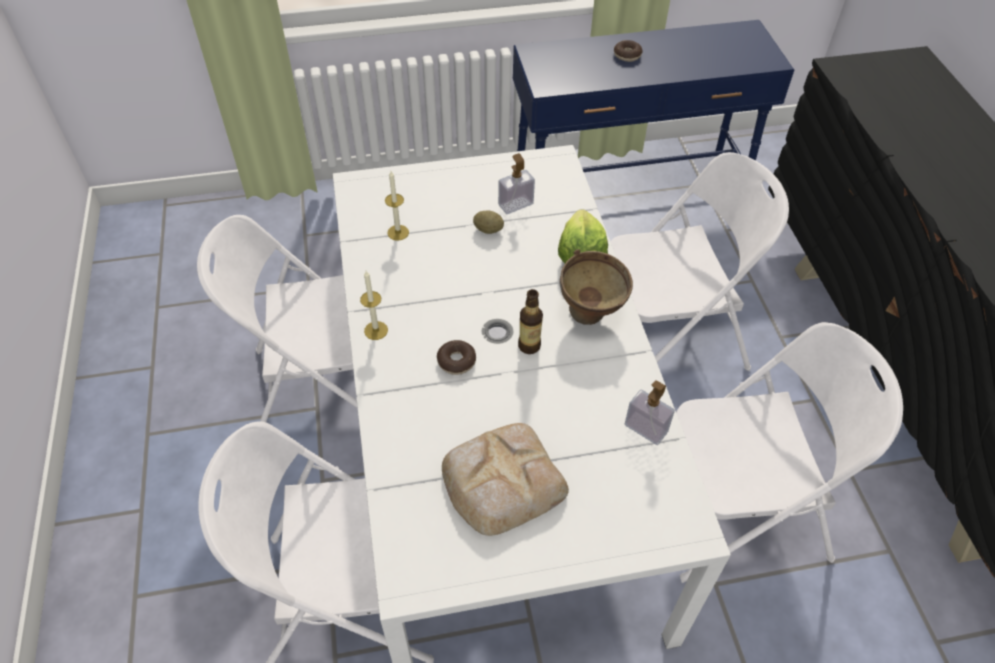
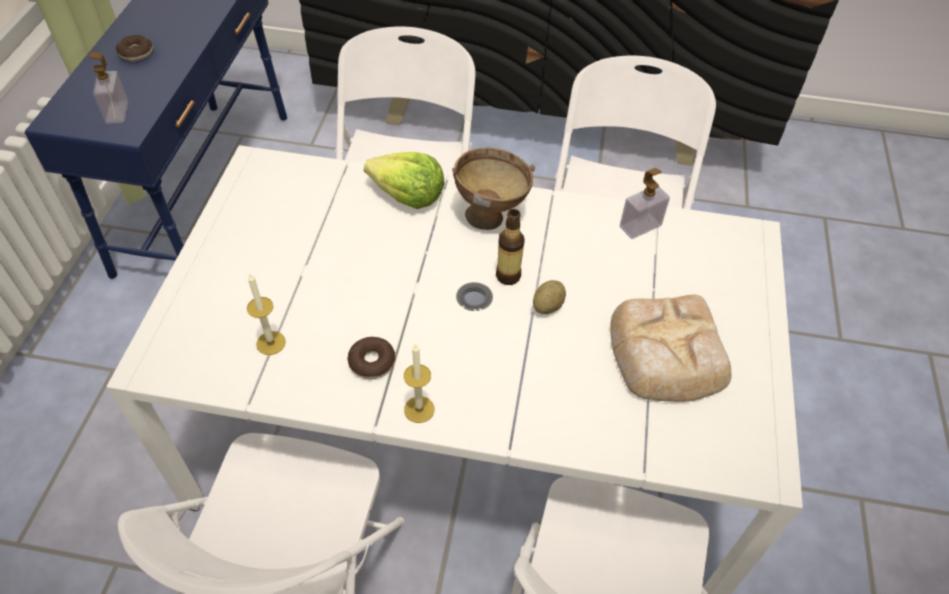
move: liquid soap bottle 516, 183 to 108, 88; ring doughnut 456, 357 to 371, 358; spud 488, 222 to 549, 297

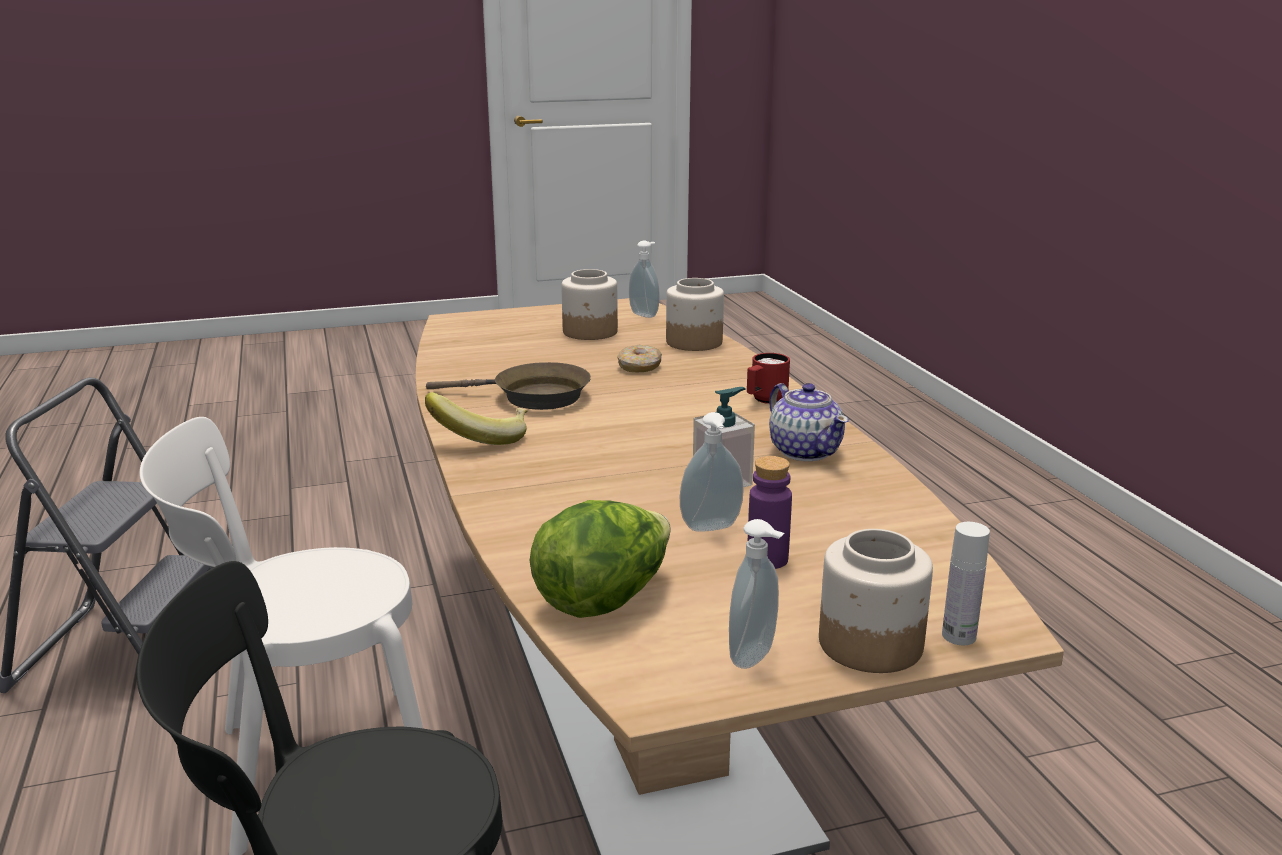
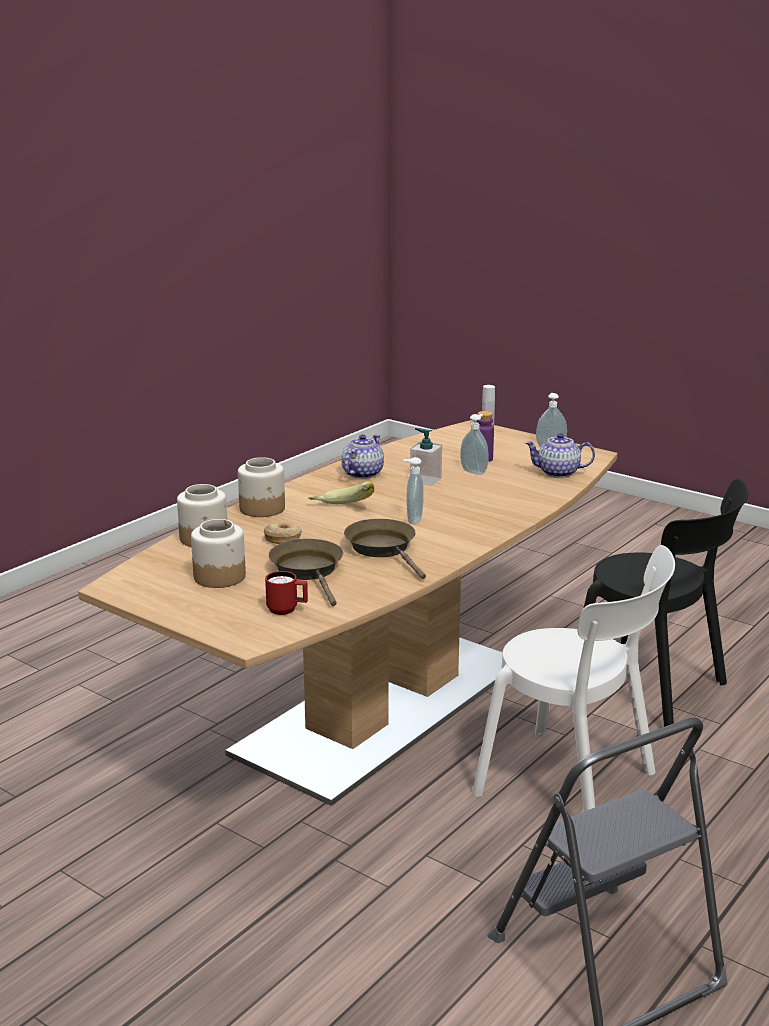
insert: brown frying pan 306, 572
move: storage jar 876, 601 to 261, 487; red-coloured mug 768, 378 to 286, 593; whole banana 476, 418 to 341, 493; liquid soap bottle 644, 279 to 413, 491
replace: lettuce 600, 559 to pot for tea 560, 455

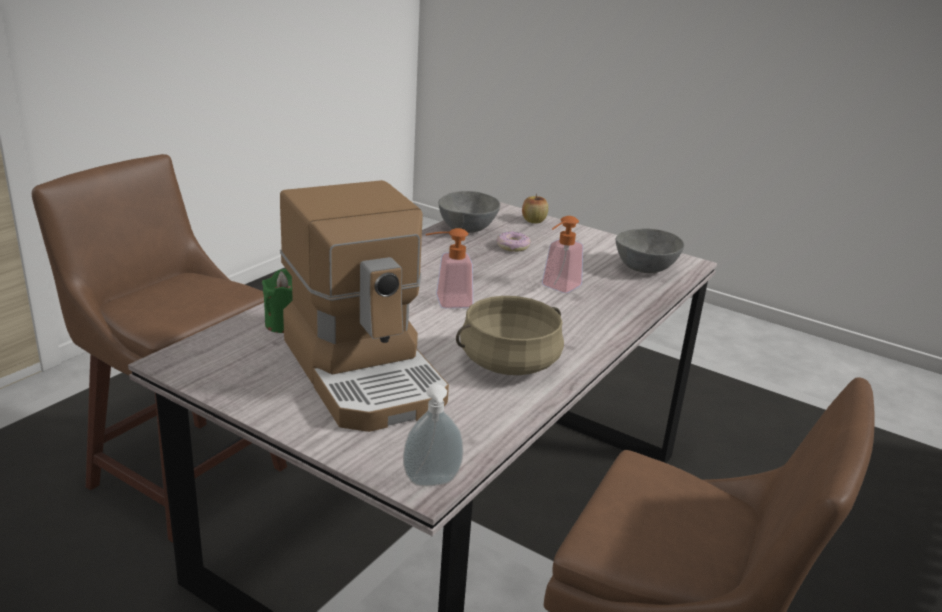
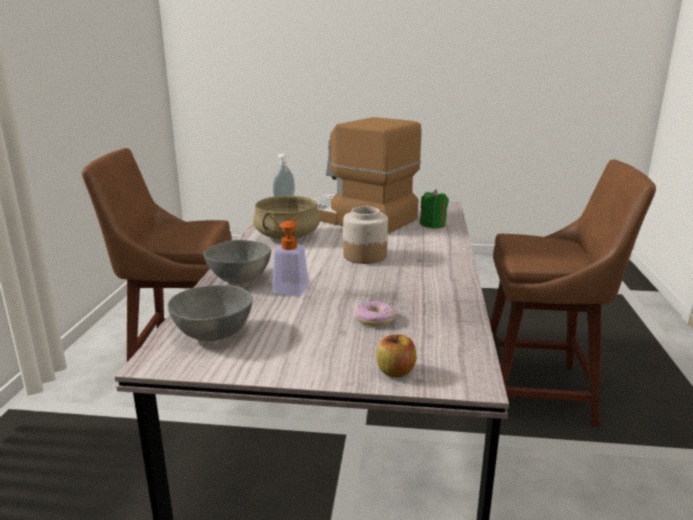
move: gray deep dish 469, 212 to 237, 262
replace: liquid soap bottle 449, 268 to storage jar 365, 235

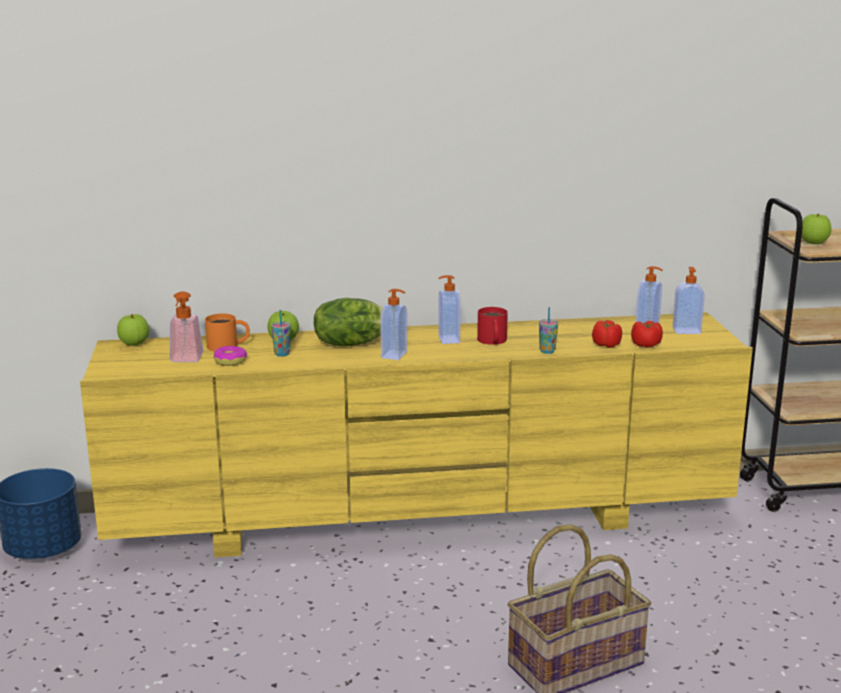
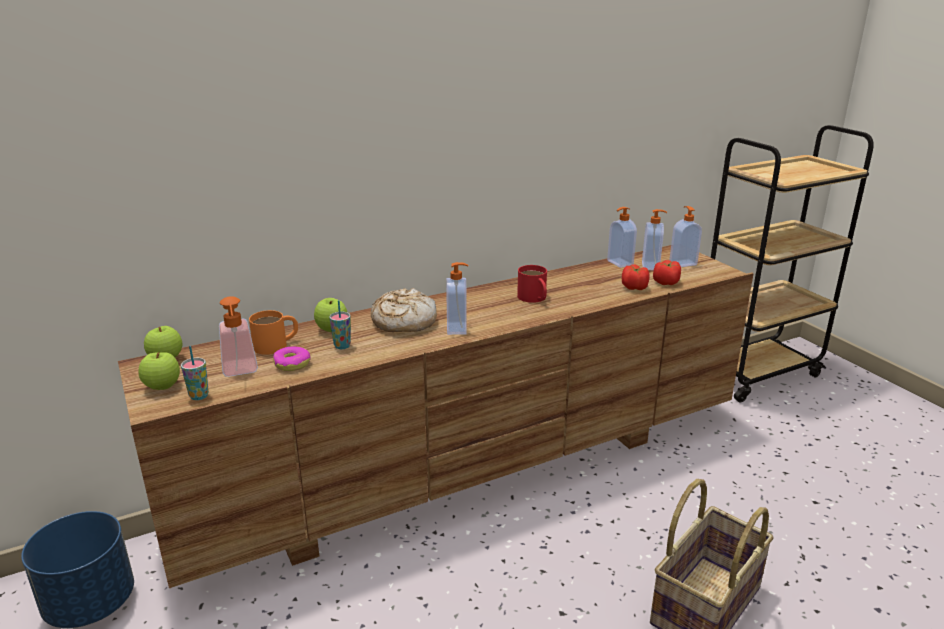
move: apple 816, 229 to 159, 371; cup 548, 330 to 195, 373; liquid soap bottle 449, 309 to 622, 237
replace: lettuce 348, 322 to bread 404, 310
recolor: yellow cupboard 416, 435 to brown cupboard 436, 416

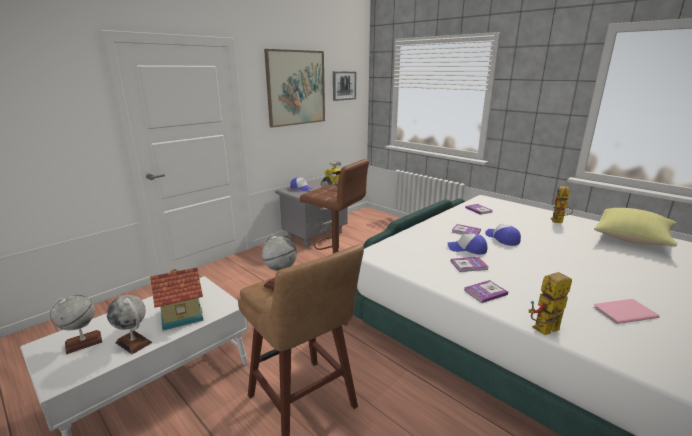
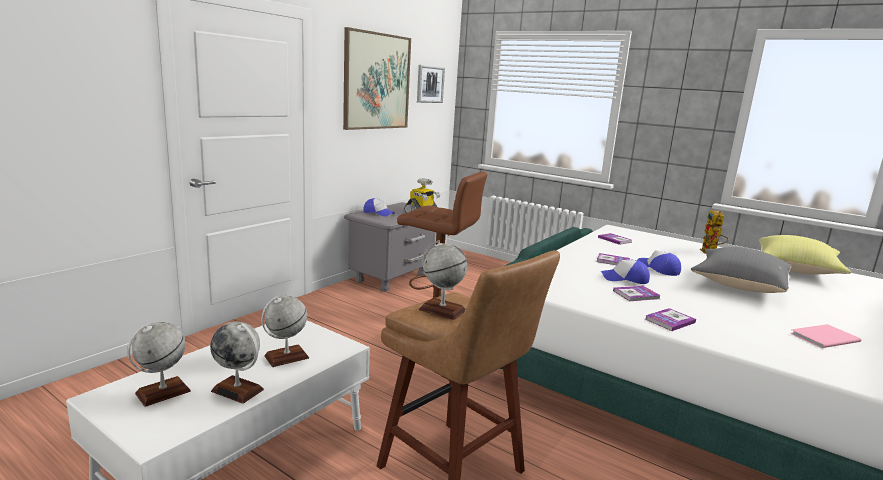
delete: robot figure 550, 303
insert: gray pillow 741, 270
replace: model house 176, 298 to world globe 285, 331

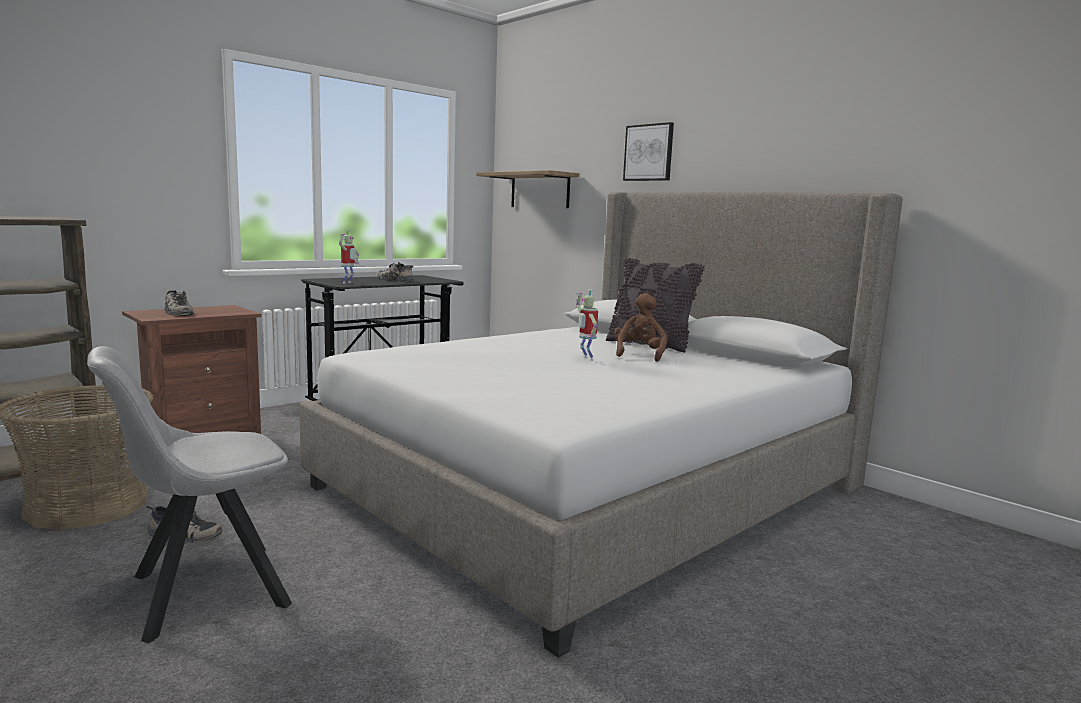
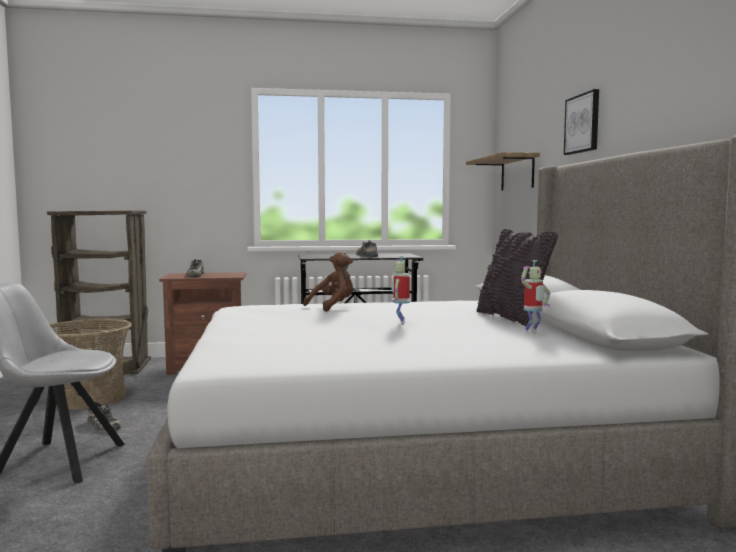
move: brown plush toy 640, 327 to 328, 282; robot figure 349, 256 to 535, 296

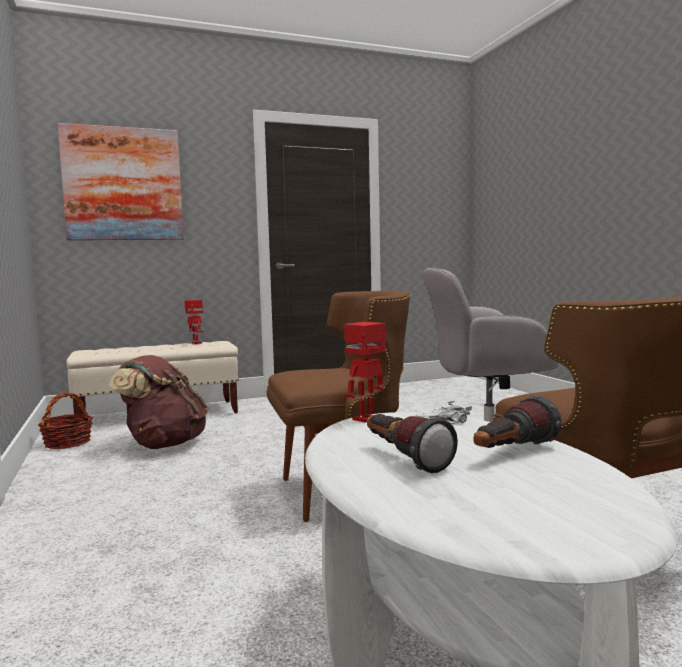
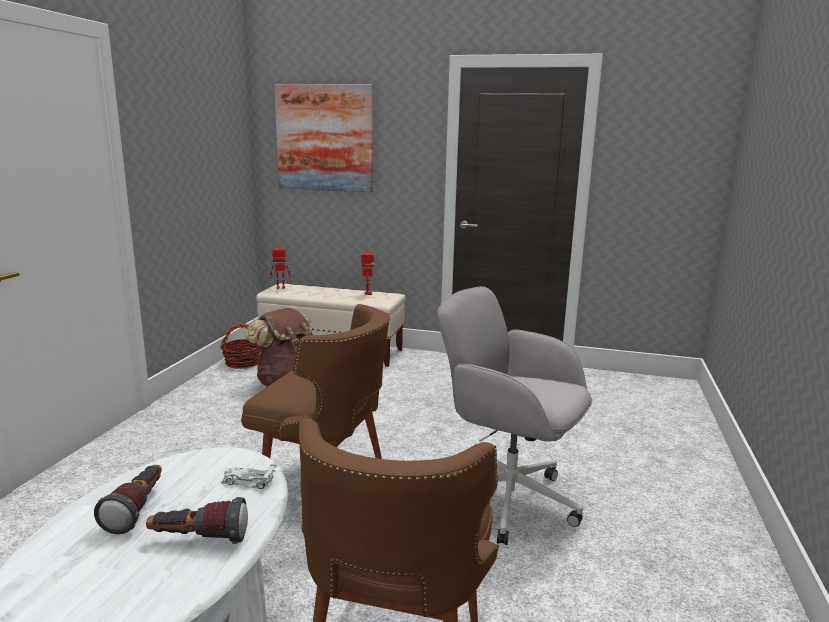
move: robot figure 364, 372 to 280, 268

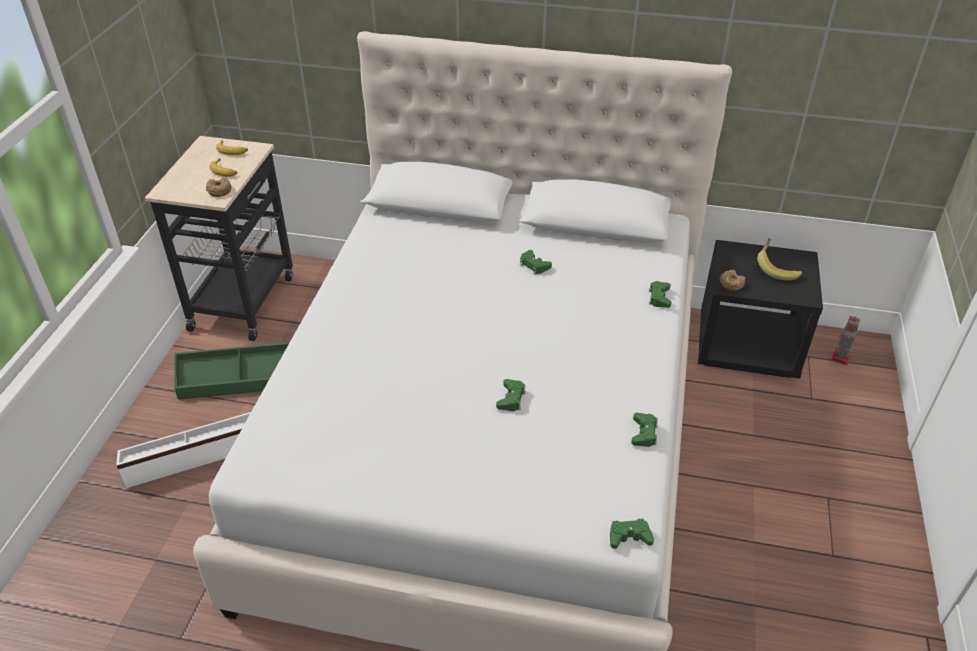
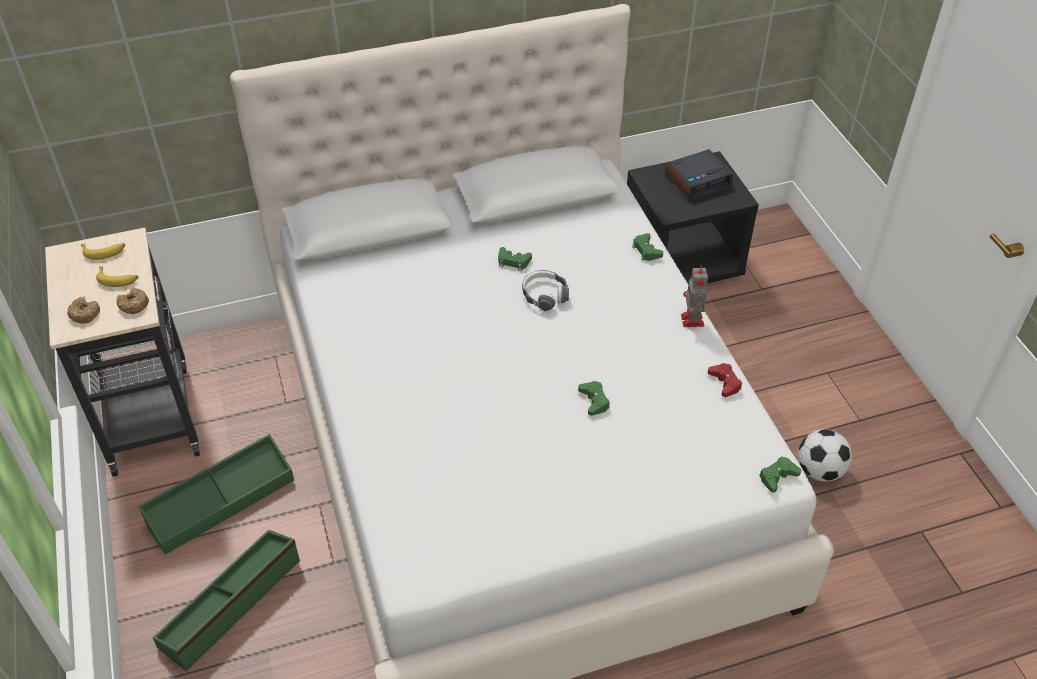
insert: headphones 545, 290; football 825, 455
move: ring doughnut 732, 280 to 83, 310; robot figure 845, 340 to 694, 296
replace: whole banana 779, 259 to alarm clock 699, 175
recolor: white storage container 183, 450 to green storage container 226, 600; green game controller 644, 430 to red-coloured game controller 725, 380

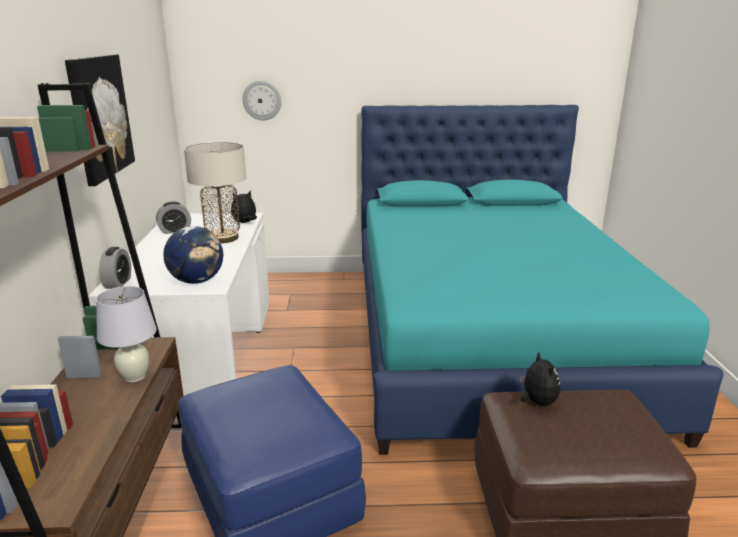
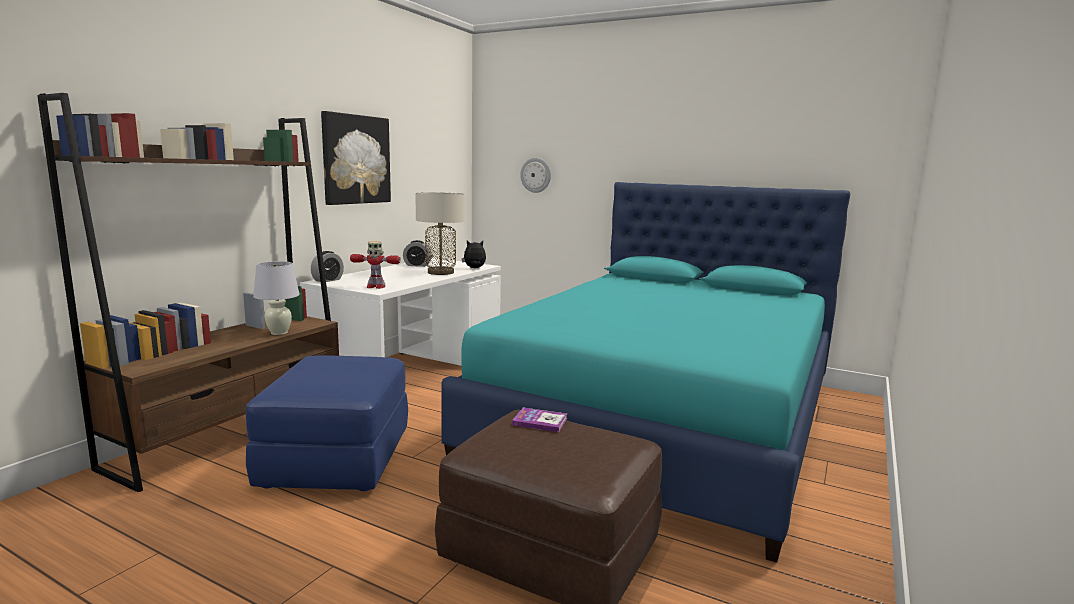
replace: world globe 193, 255 to robot figure 375, 265; plush toy 540, 379 to bound book 539, 419

